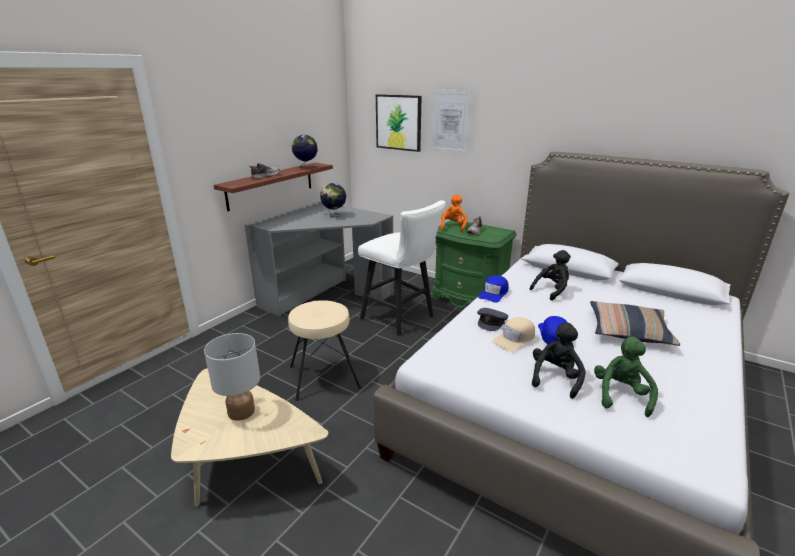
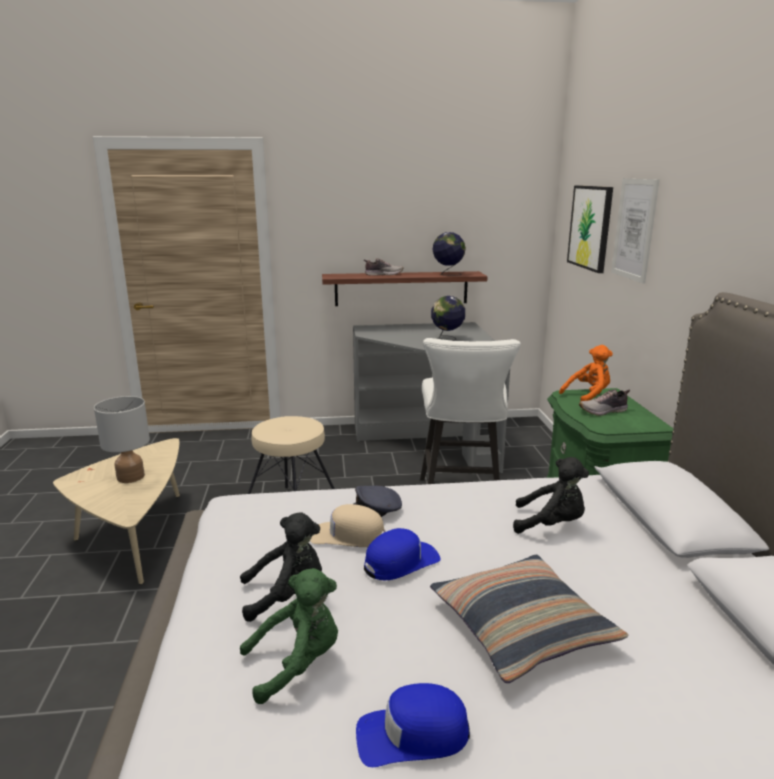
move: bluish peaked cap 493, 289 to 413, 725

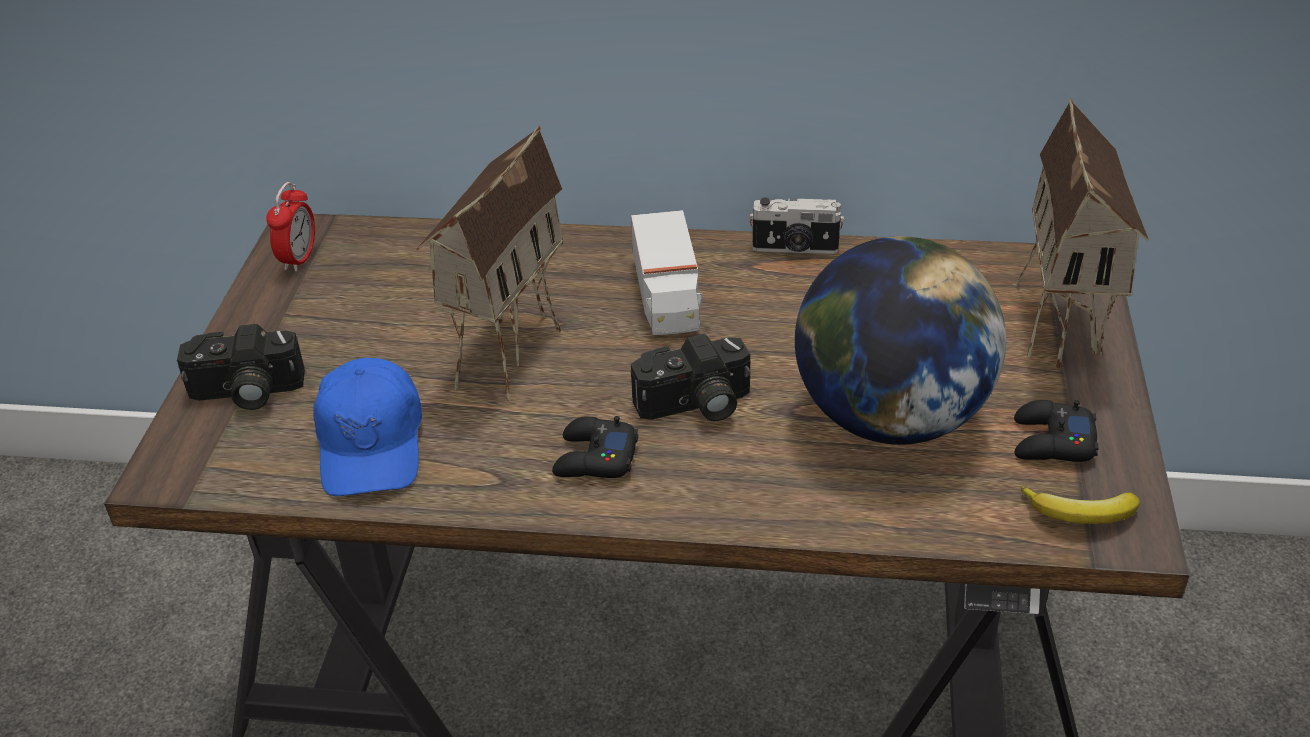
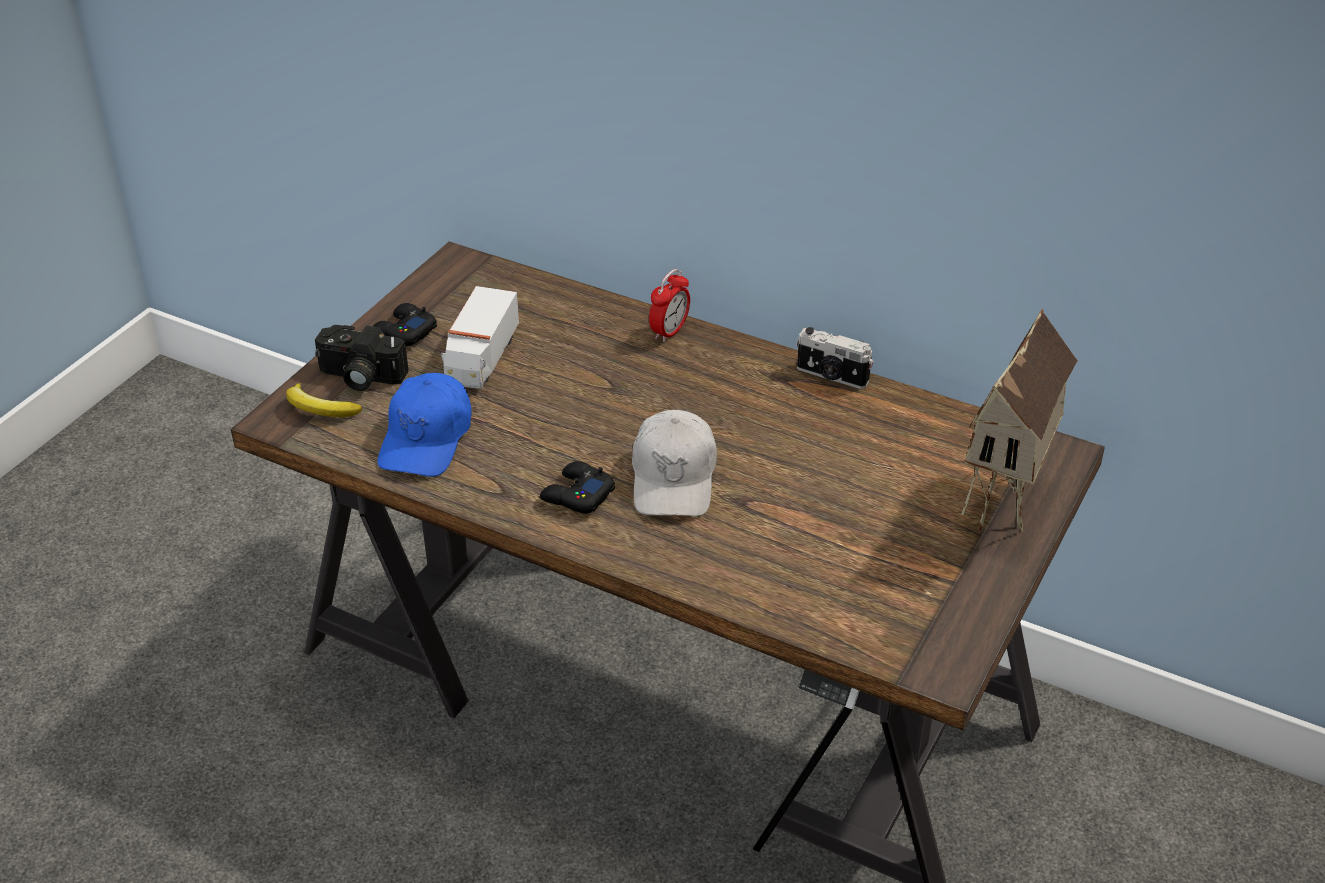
delete: model house 489, 264; world globe 900, 340
move: whole banana 1079, 505 to 324, 400; black-coloured game controller 1056, 431 to 405, 324; toy truck 667, 272 to 480, 337; alarm clock 290, 227 to 669, 306
replace: still camera 691, 377 to white peaked cap 674, 463

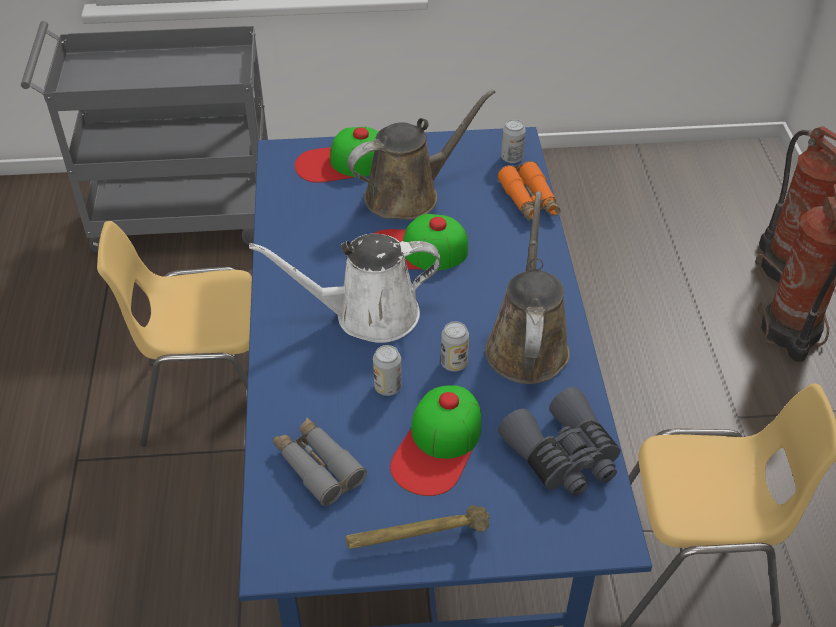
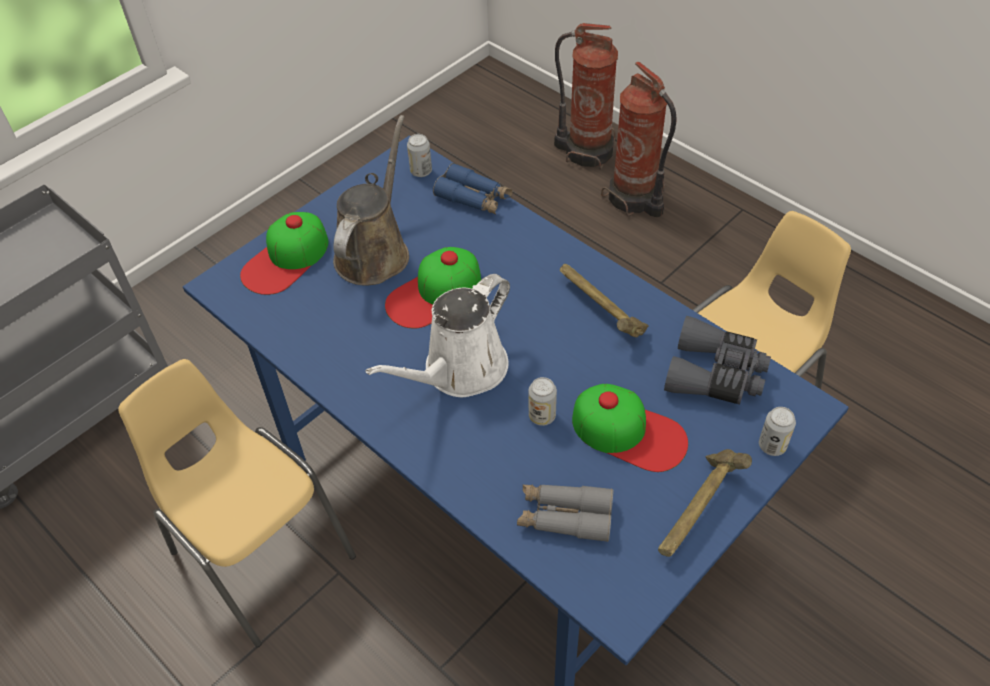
move: can 455, 346 to 777, 431
replace: brown watering can 527, 287 to hammer 604, 301
recolor: orangey field glasses 529, 191 to bluish field glasses 472, 188
rotate: yellow plain chair 174, 333 = 237, 503 90 degrees clockwise; peaked cap 435, 440 = 630, 428 45 degrees counterclockwise

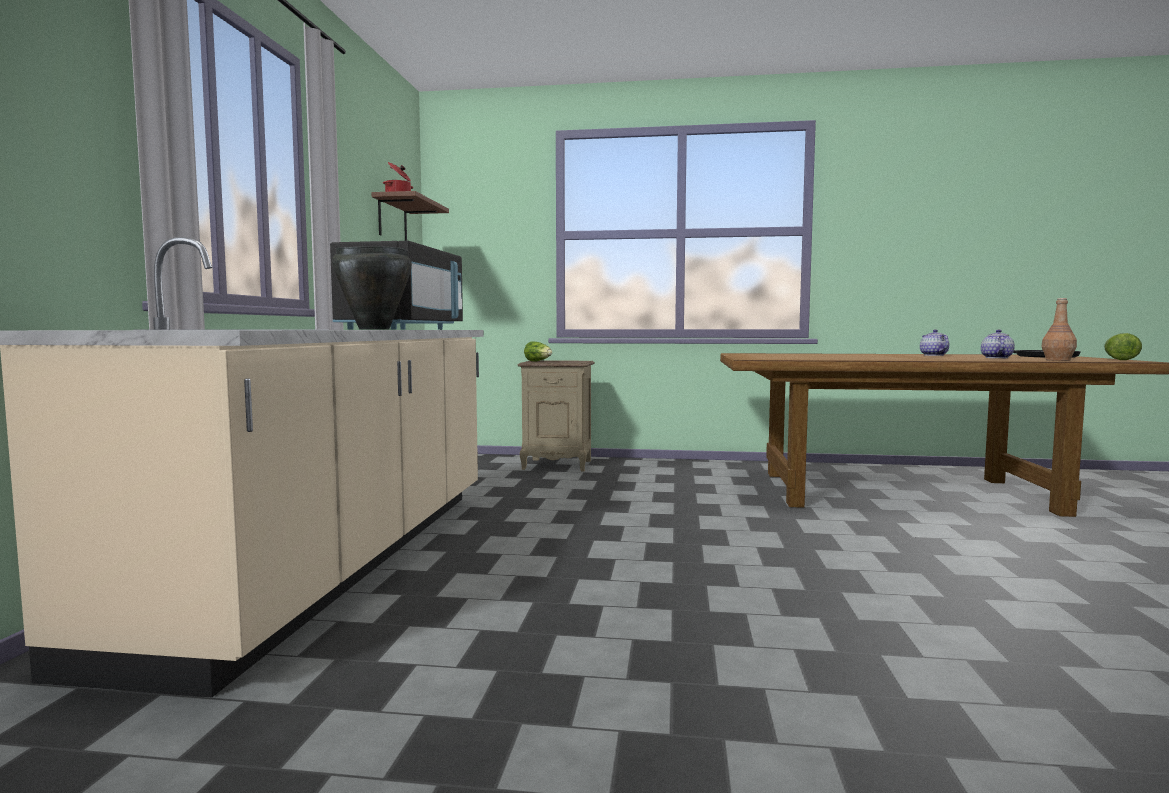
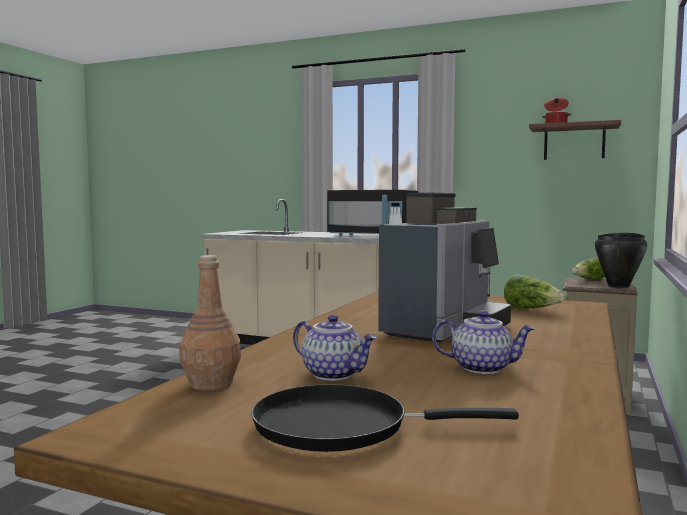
insert: coffee maker 444, 268
move: lettuce 1123, 346 to 534, 291; black-coloured cooking pot 372, 288 to 621, 260

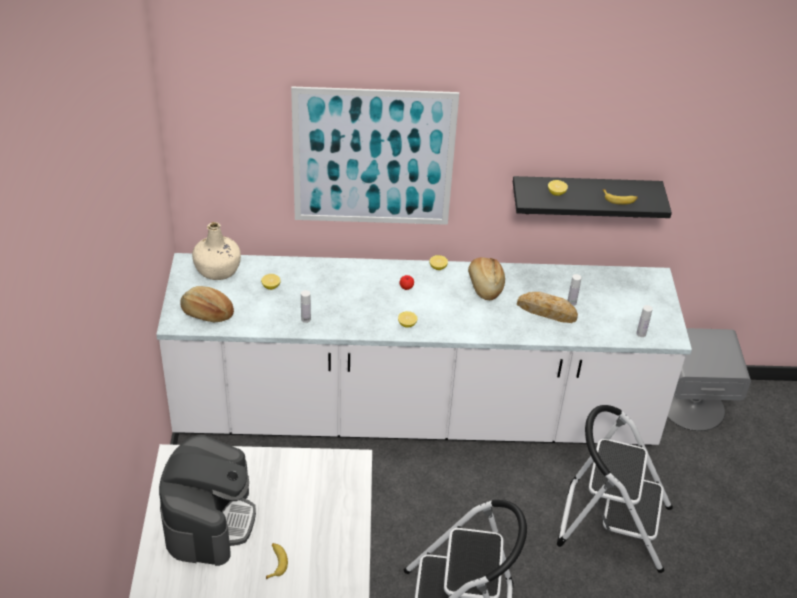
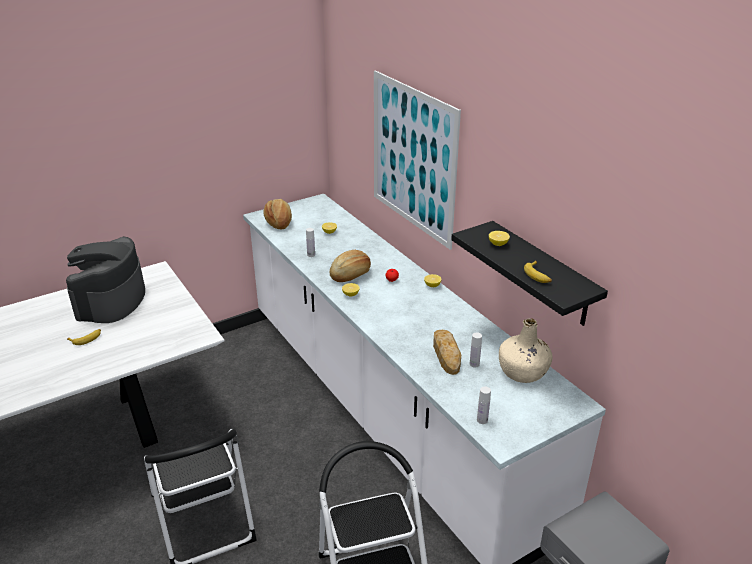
move: bread 486, 278 to 350, 266; beige-coloured drink bottle 216, 251 to 526, 350
rotate: coffee maker 207, 500 = 105, 280 120 degrees clockwise

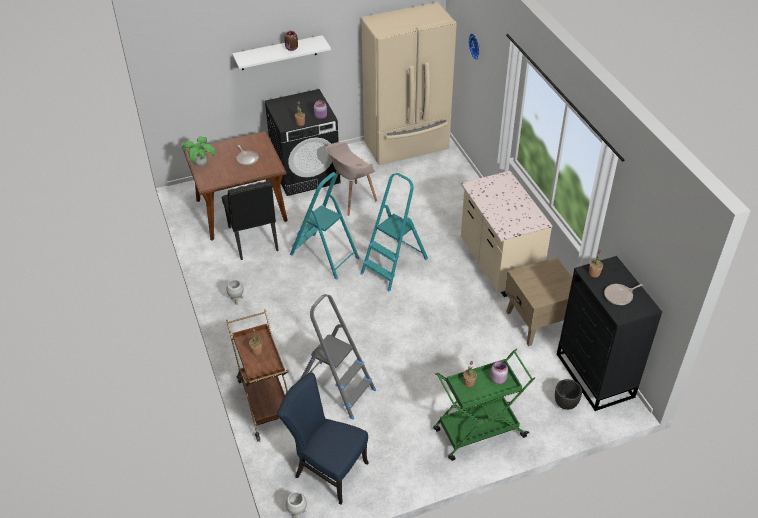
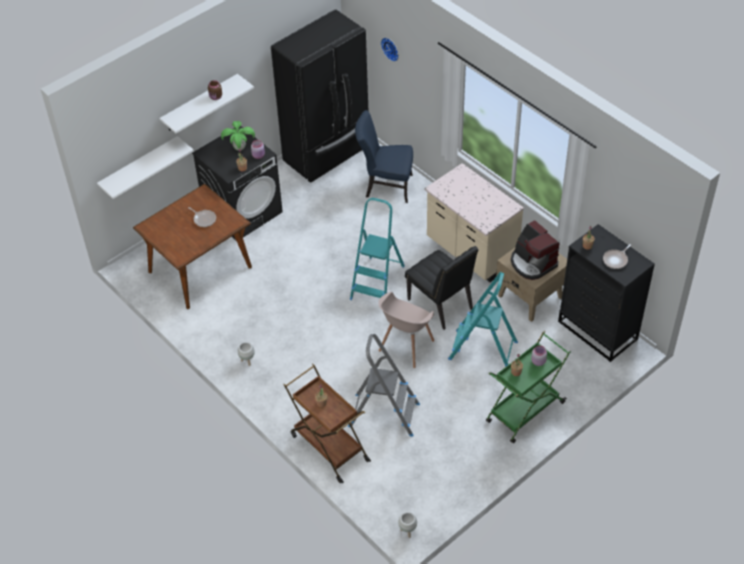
delete: black-coloured plant pot 568, 394
insert: white bracket shelf 145, 167; coffee maker 535, 250
move: potted plant 198, 151 to 238, 136; bluish plain chair 323, 438 to 384, 156; beige-coloured plain chair 351, 179 to 406, 330; black-coloured plain chair 250, 220 to 441, 288; turquoise-coloured stepladder 325, 226 to 483, 319
recolor: beige-coloured fridge 409, 83 to black-coloured fridge 319, 95

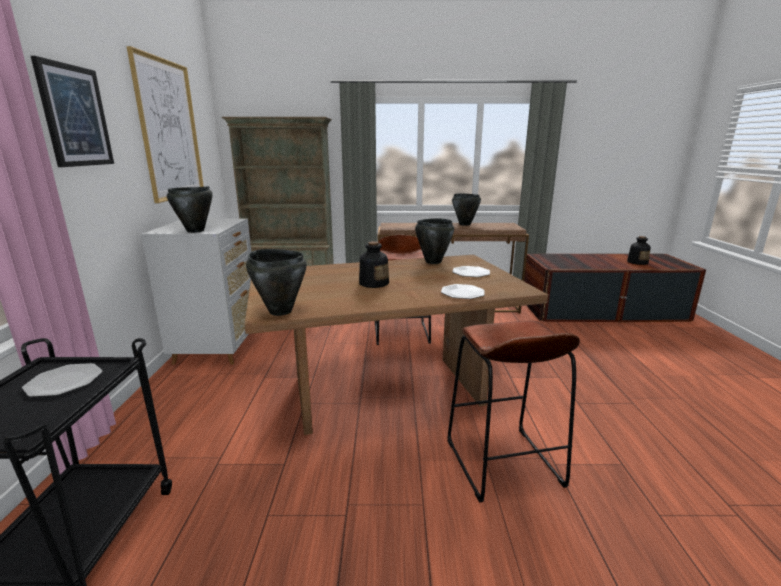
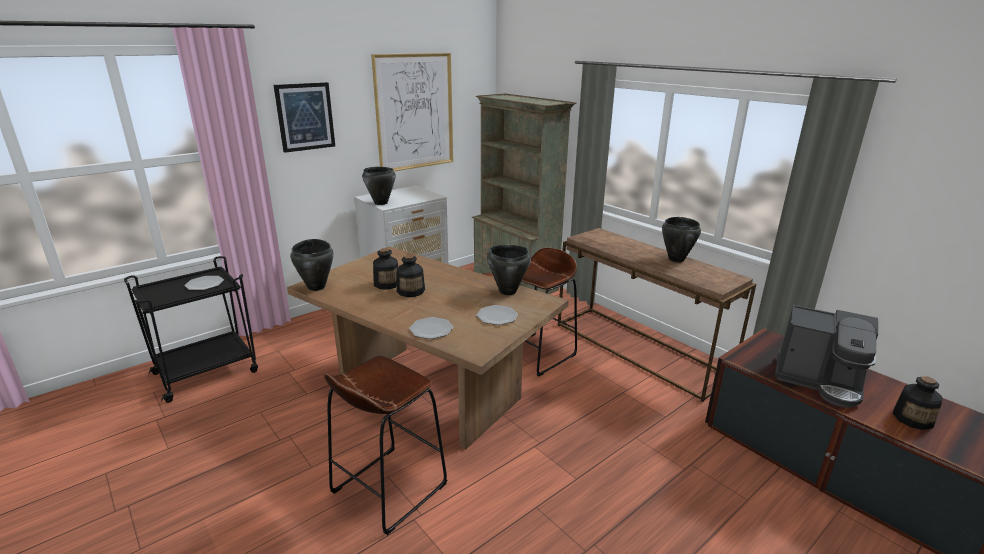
insert: drink bottle 385, 269; coffee maker 826, 356

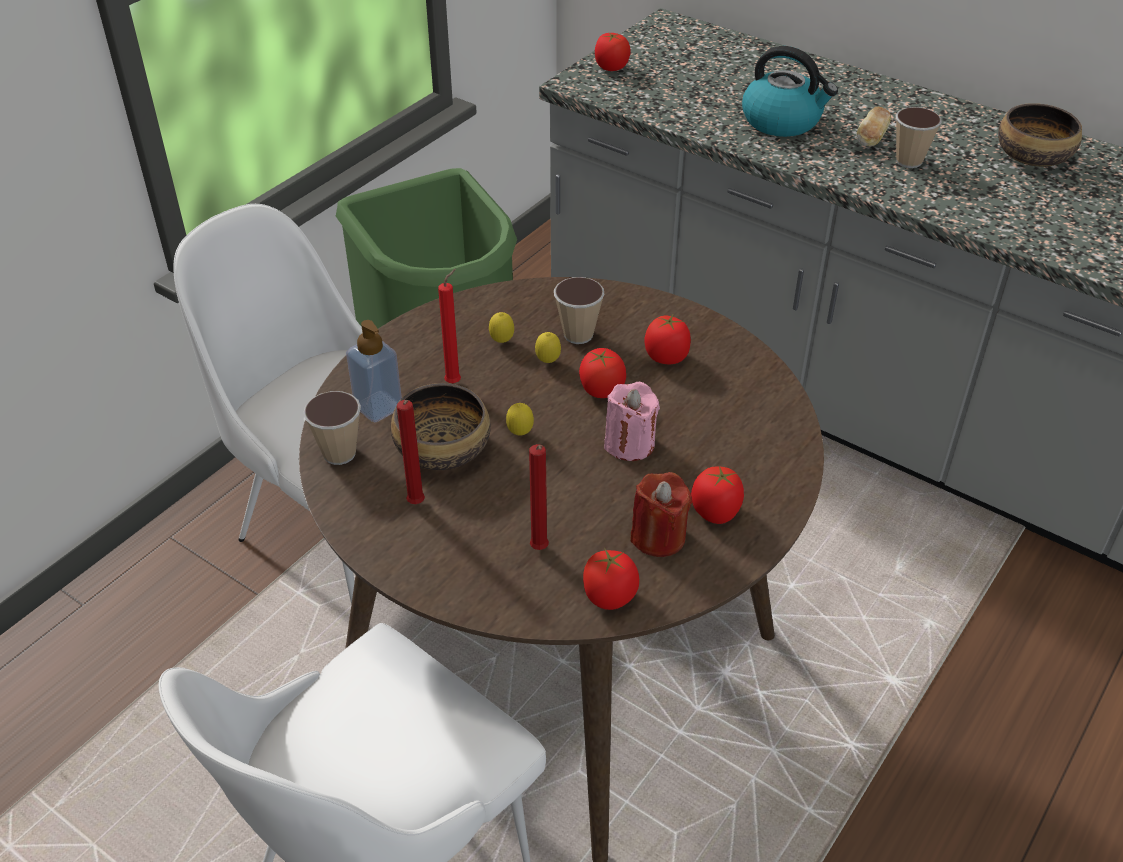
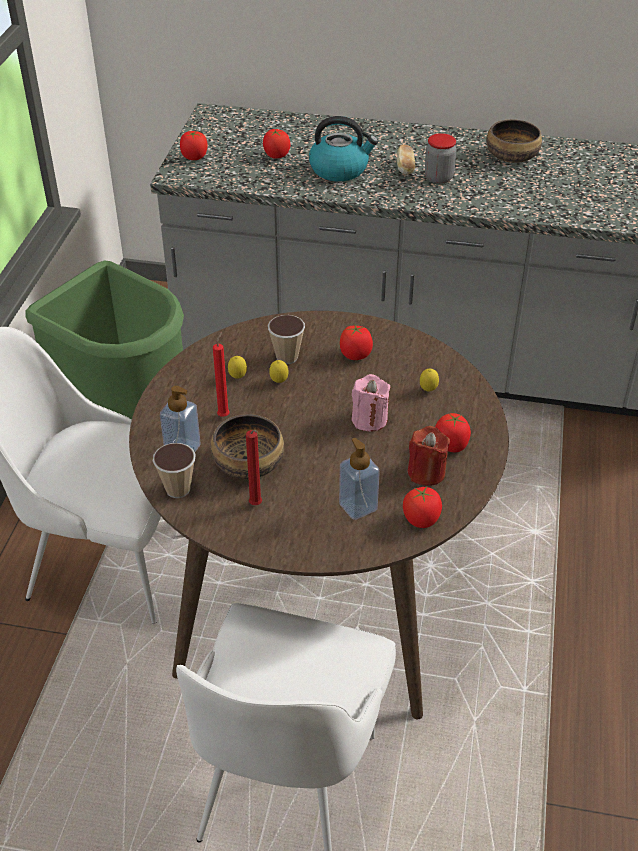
move: fresh tomato 602, 373 to 276, 144; lemon 520, 419 to 429, 380
replace: red-coloured wax candle 539, 497 to liquid soap bottle 359, 479; cup 919, 137 to storage jar 441, 158

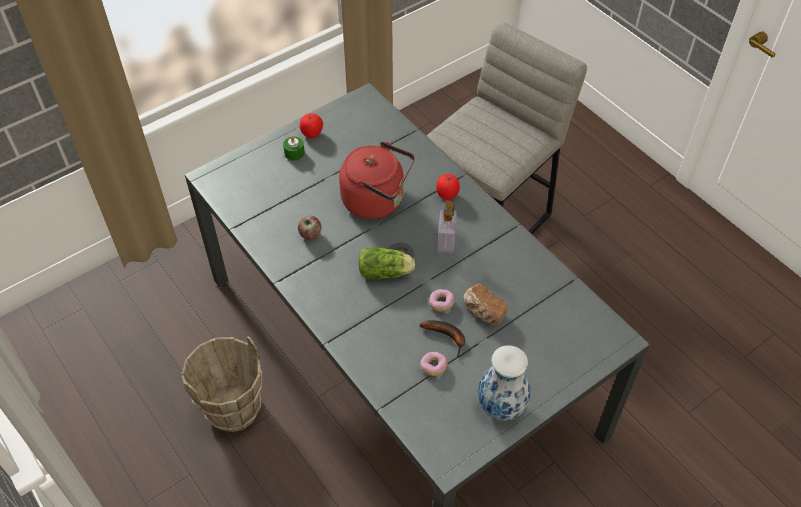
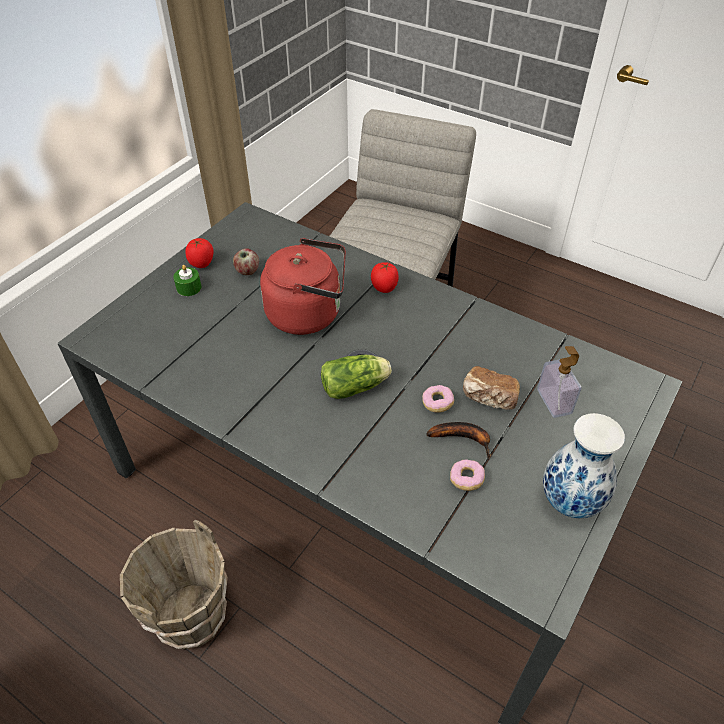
move: apple 309, 228 to 246, 261; liquid soap bottle 447, 226 to 559, 382

